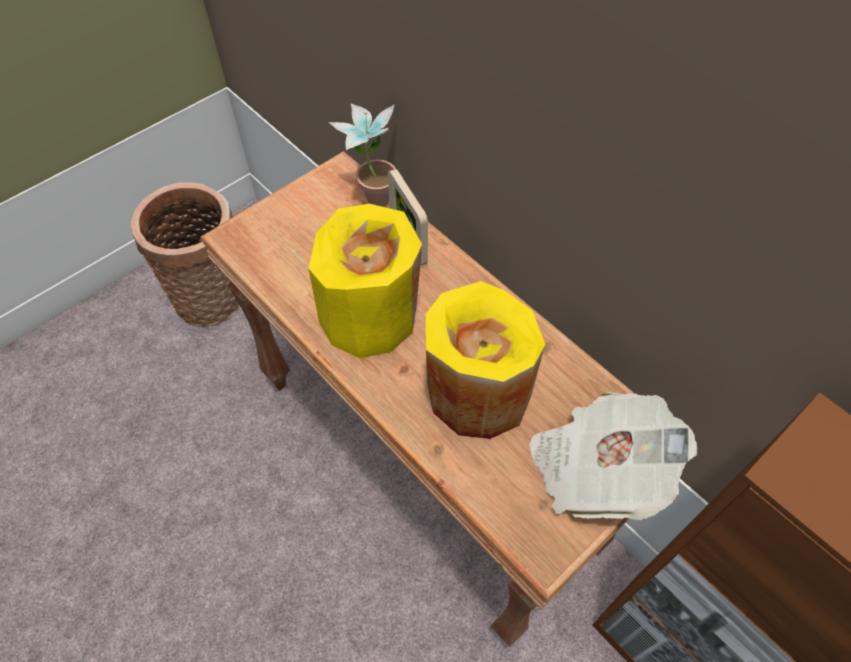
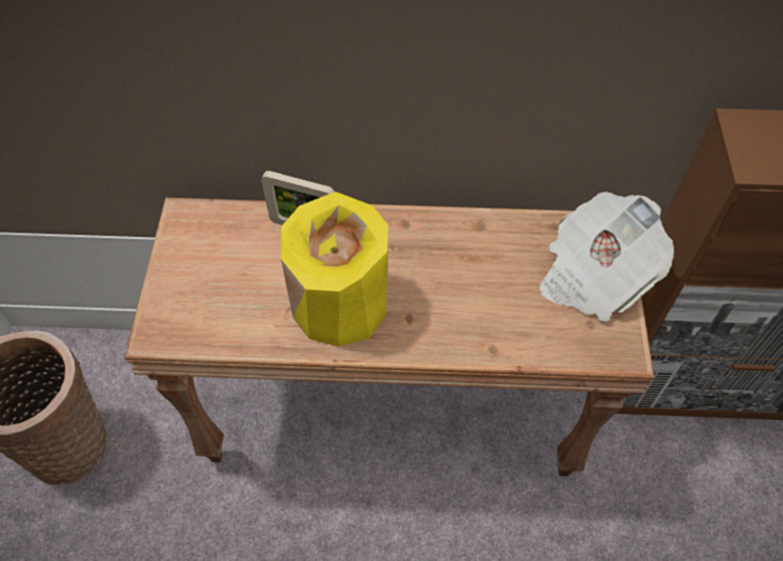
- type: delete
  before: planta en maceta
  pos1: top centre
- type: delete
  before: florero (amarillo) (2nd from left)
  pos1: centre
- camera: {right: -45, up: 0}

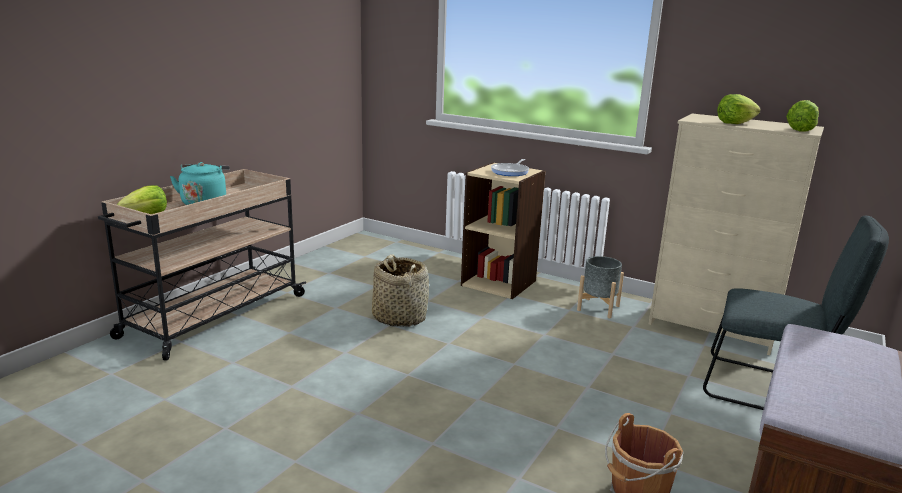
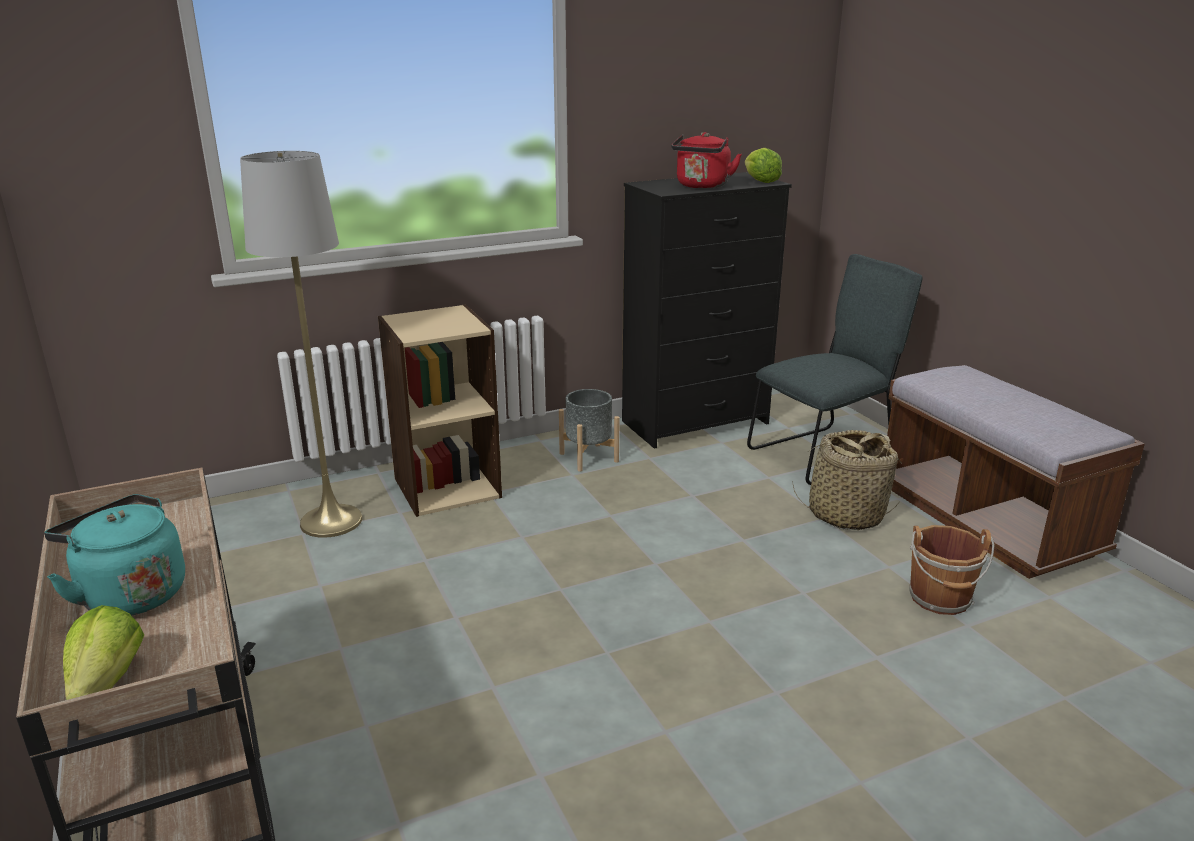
- type: delete
  before: sartén
  pos1: centre
- type: insert
  after: lámpara de pie (gris)
  pos2: middle left
- type: move
  before: cesta
  pos1: centre
  pos2: middle right
- type: replace
  before: lechuga (2nd from left)
  after: hervidor (rojo)
  pos1: top right
  pos2: top centre
- type: recolor
  before: cómoda (beis)
  after: cómoda (negro)
  pos1: middle right
  pos2: centre
- camera: {right: -55, up: 5}

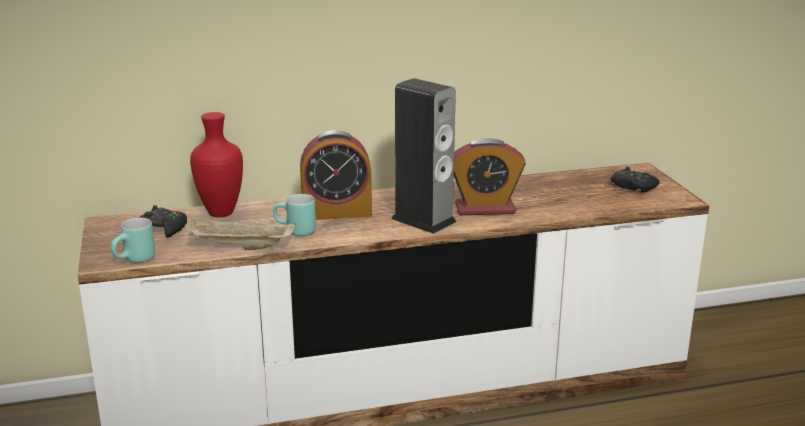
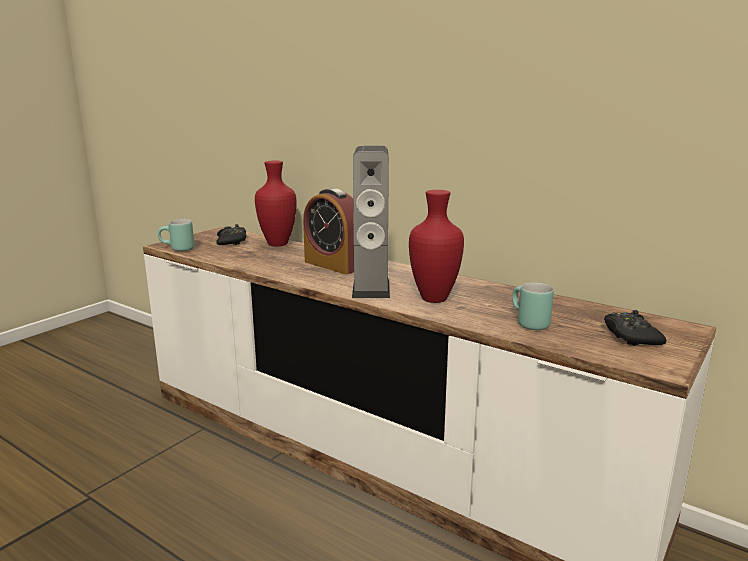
- type: delete
  before: bandeja (beis)
  pos1: middle left
- type: move
  before: taza grande (turquesa) (2nd from left)
  pos1: centre
  pos2: middle right
- type: replace
  before: despertador (2nd from left)
  after: florero (rojo) (2nd from left)
  pos1: centre
  pos2: centre
- camera: {right: 50, up: -5}

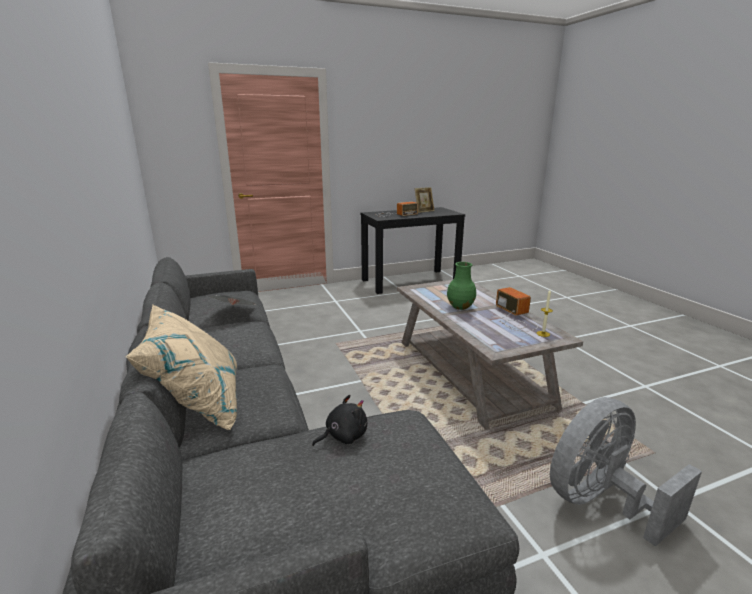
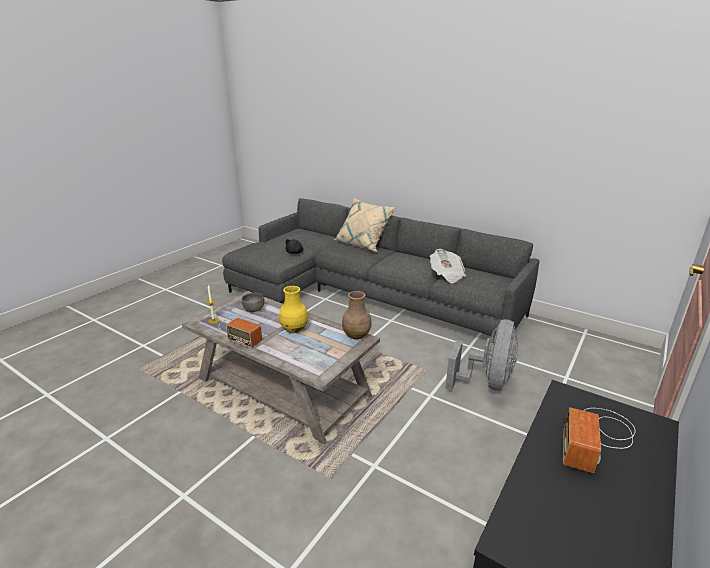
- type: delete
  before: portarretratos
  pos1: centre
- type: insert
  after: cuenco (gris)
  pos2: centre
- type: insert
  after: florero (marrón)
  pos2: centre
- type: move
  before: ventilador (gris)
  pos1: bottom right
  pos2: middle right
- type: recolor
  before: florero (verde)
  after: florero (amarillo)
  pos1: centre
  pos2: centre
- camera: {right: 145, up: 5}

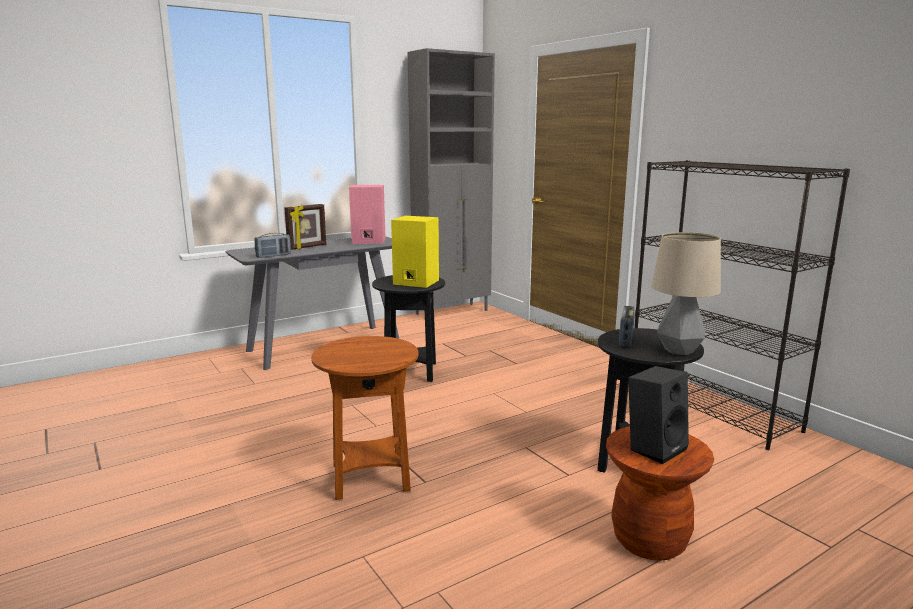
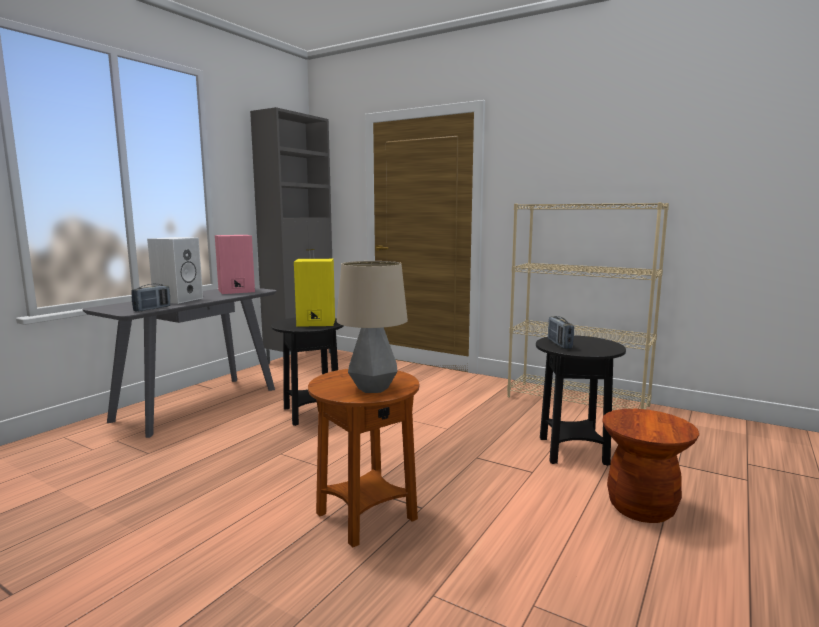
- type: delete
  before: altavoz (negro)
  pos1: bottom right
- type: move
  before: lámpara de mesa
  pos1: middle right
  pos2: centre
- type: replace
  before: portarretratos
  after: altavoz (blanco)
  pos1: centre
  pos2: middle left
- type: recolor
  before: estantería (negro)
  after: estantería (beis)
  pos1: middle right
  pos2: middle right
- camera: {right: -25, up: -5}

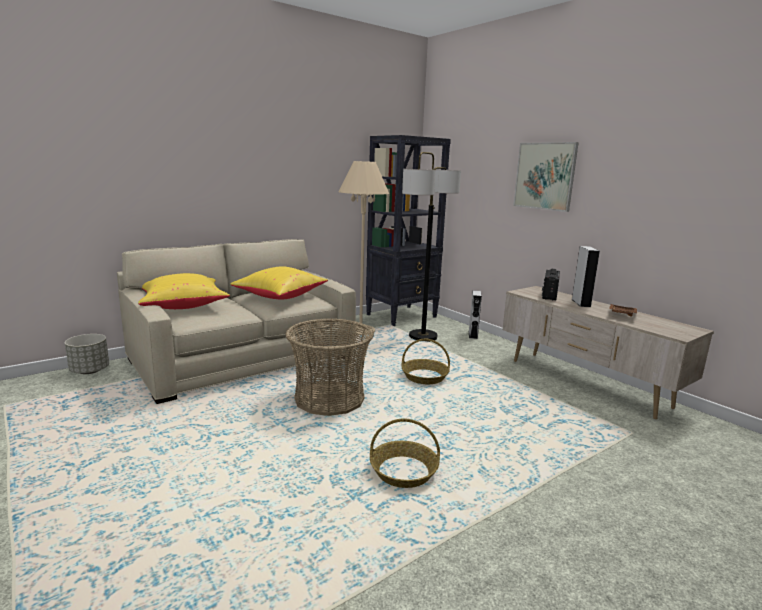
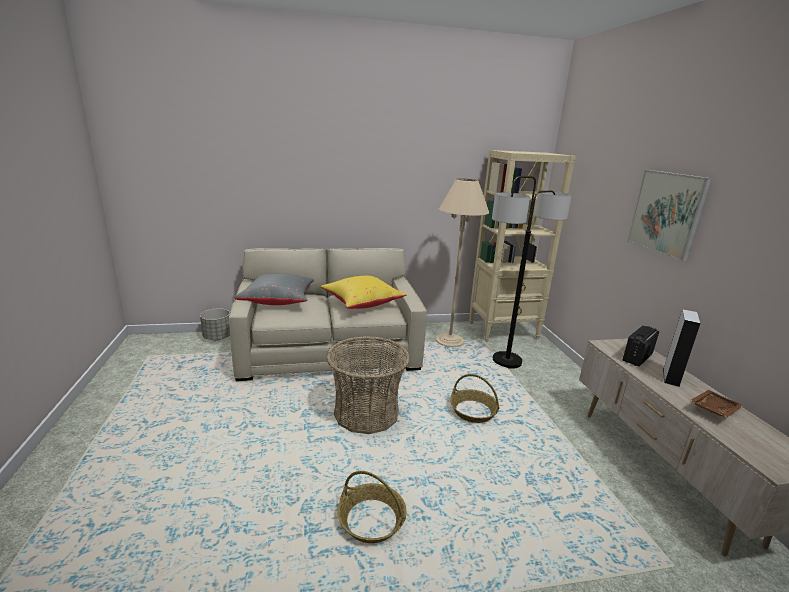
- type: delete
  before: altavoz (gris) (1st from left)
  pos1: centre
- type: recolor
  before: cojín (amarillo) (1st from left)
  after: cojín (gris)
  pos1: middle left
  pos2: centre
- type: recolor
  before: estantería (negro)
  after: estantería (beis)
  pos1: centre
  pos2: centre
- camera: {right: 25, up: 5}

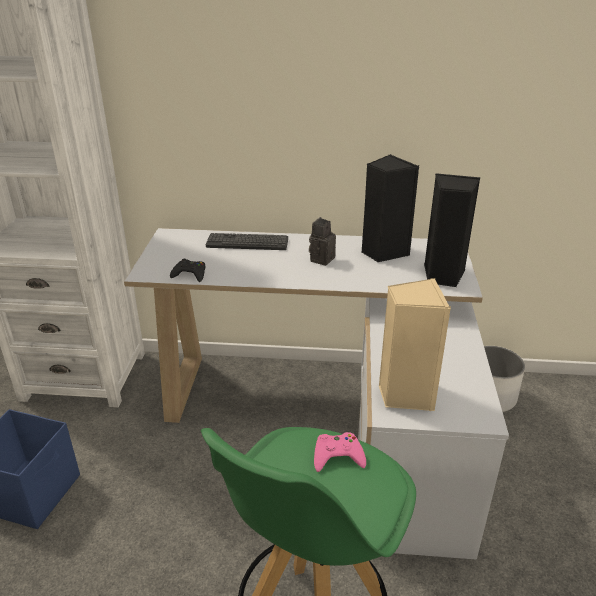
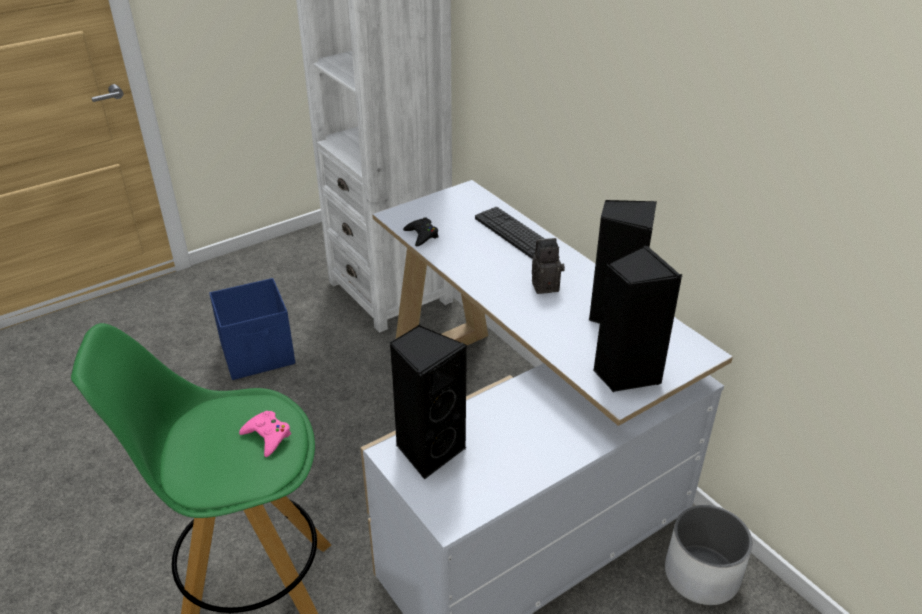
- type: recolor
  before: altavoz (beis)
  after: altavoz (negro) (1st from left)
  pos1: middle right
  pos2: centre
- camera: {right: 50, up: 5}

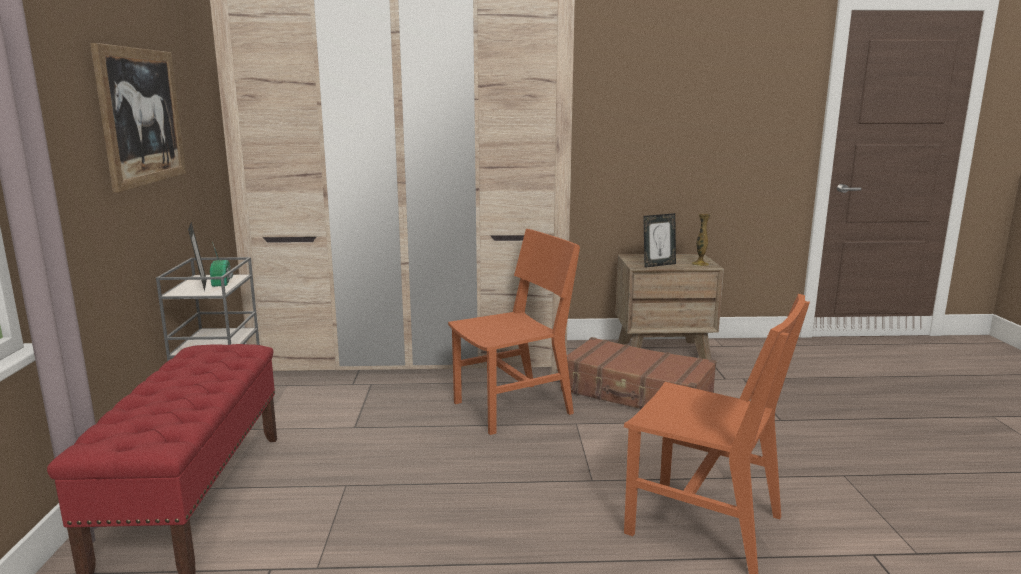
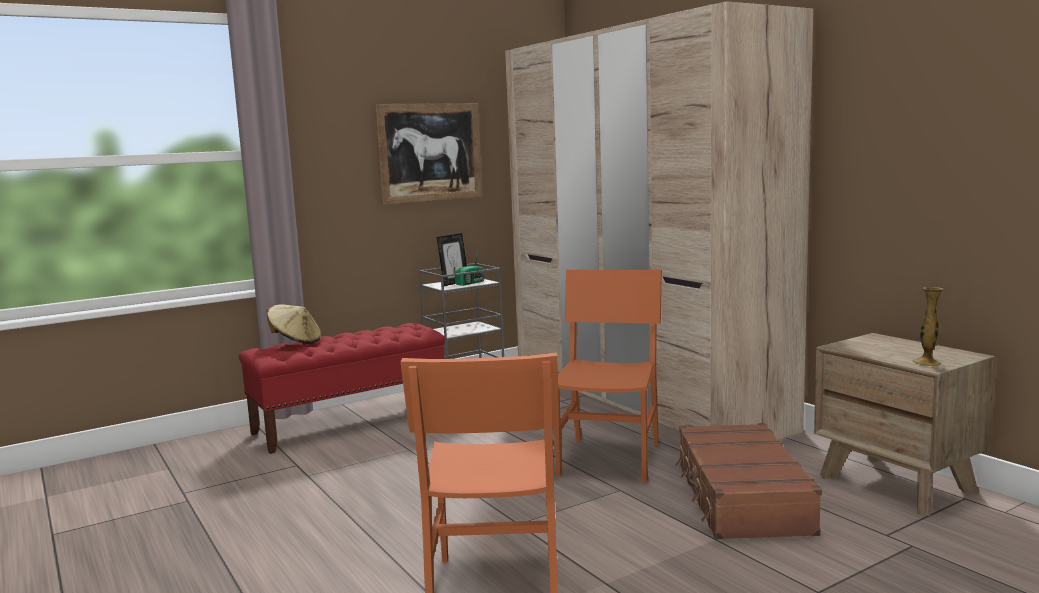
- type: delete
  before: portarretratos (2nd from left)
  pos1: centre
- type: insert
  after: sombrero (beis)
  pos2: middle left
- type: rotate
  before: silla (naranja) (1st from left in the first image)
  pos1: centre
  pos2: centre
  turn: -105
- camera: {right: 60, up: -5}

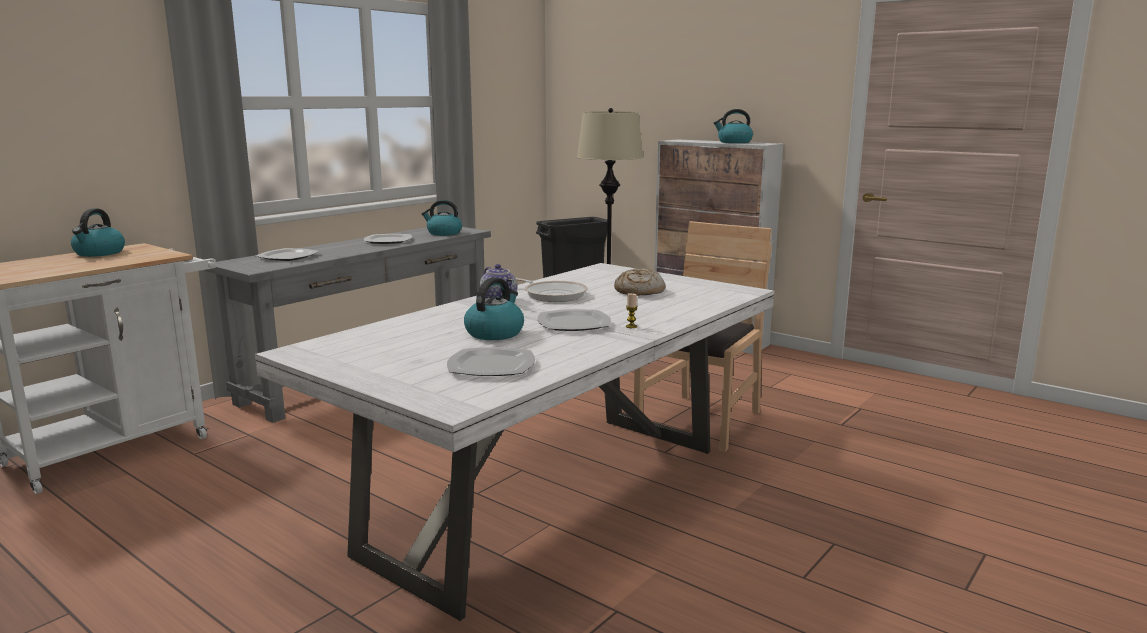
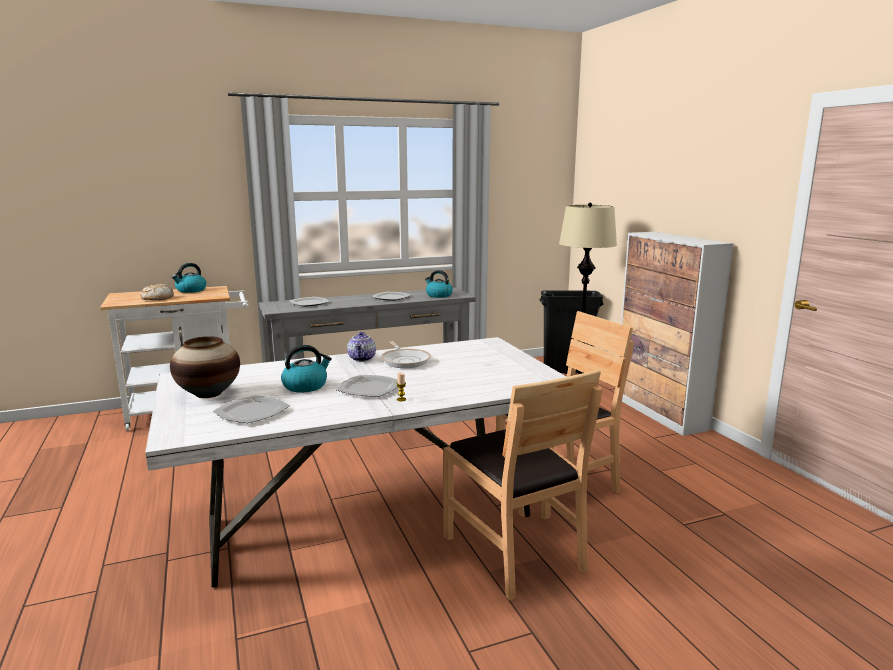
- type: delete
  before: hervidor (4th from left)
  pos1: top centre
- type: insert
  after: florero
  pos2: middle left
- type: insert
  after: silla (marrón) (1st from left)
  pos2: bottom centre
- type: move
  before: pan
  pos1: centre
  pos2: middle left
- camera: {right: 30, up: 0}

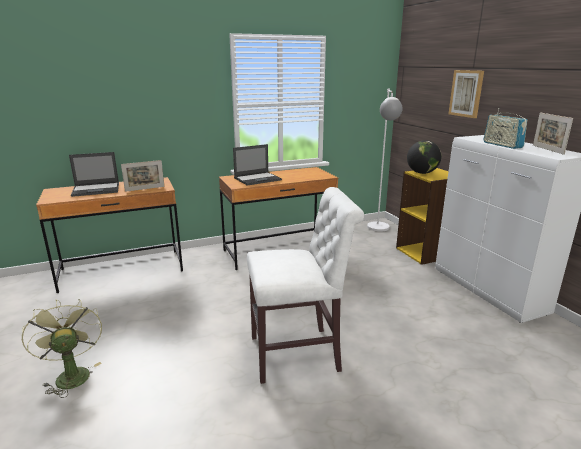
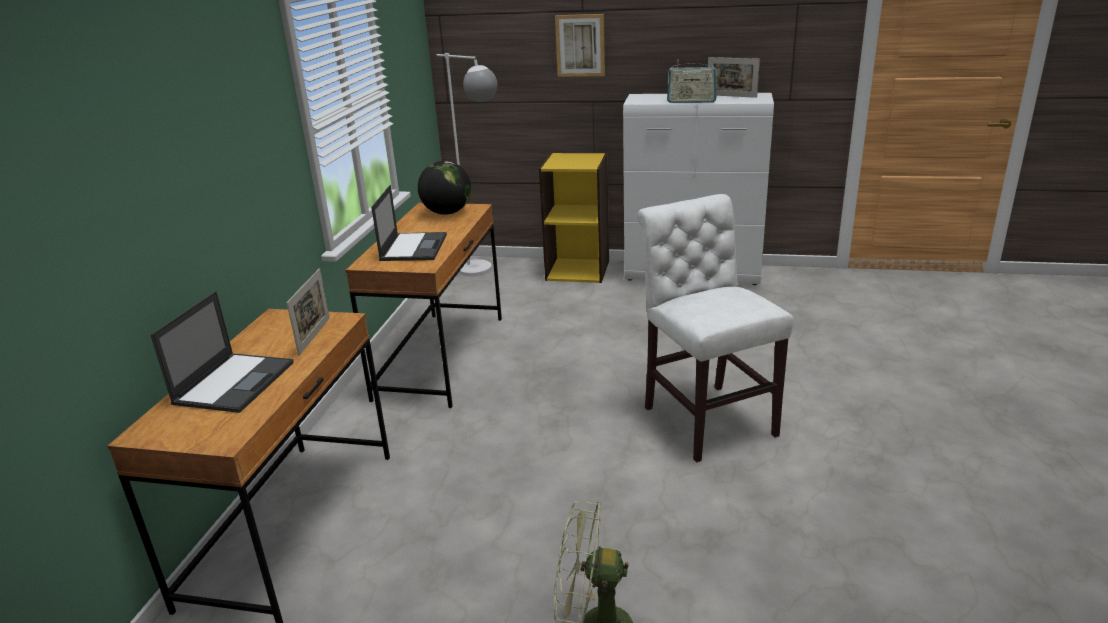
- type: move
  before: globo terráqueo
  pos1: middle right
  pos2: top centre
- type: rotate
  before: silla (blanco)
  pos1: centre
  pos2: centre
  turn: -45
- camera: {right: -55, up: 5}

